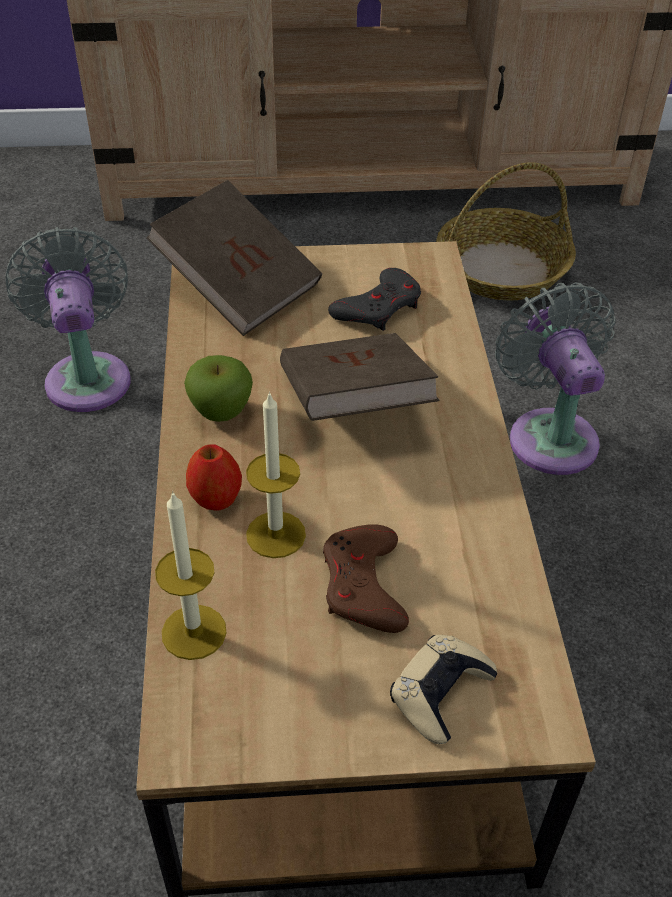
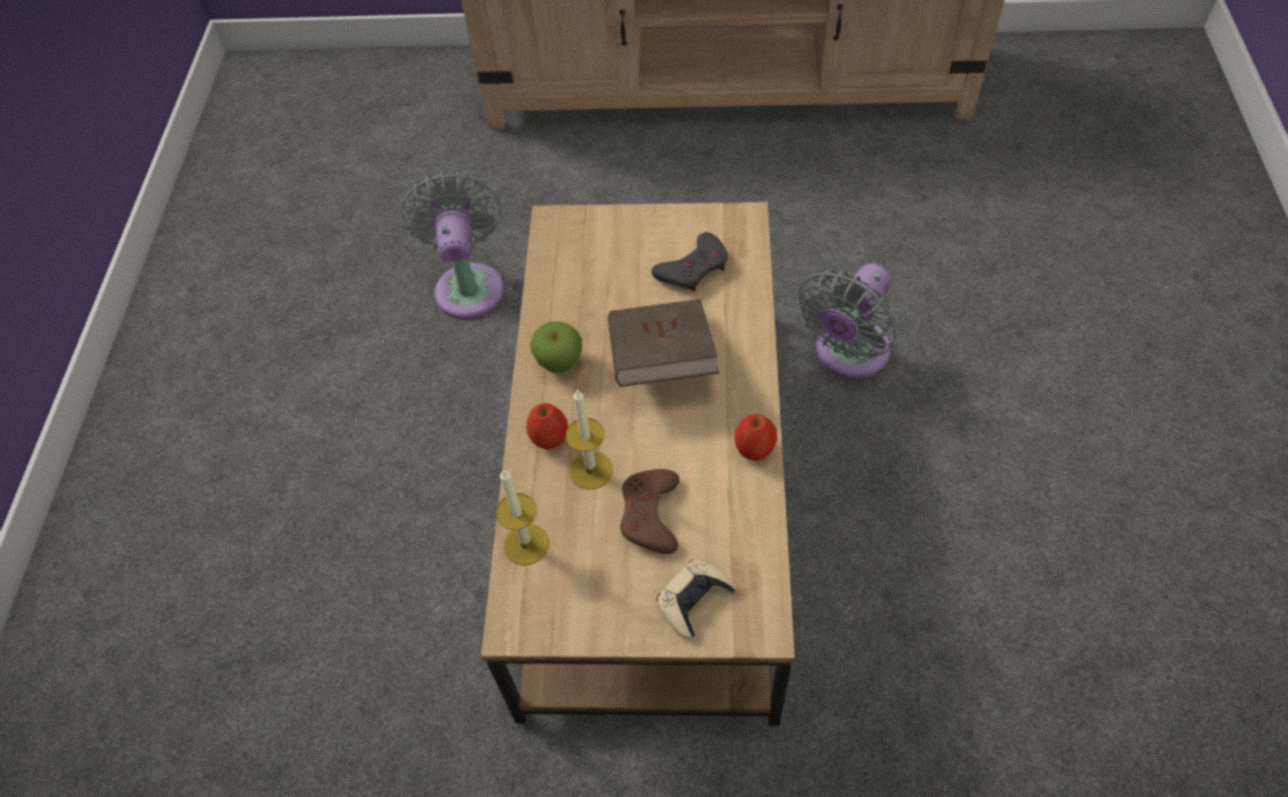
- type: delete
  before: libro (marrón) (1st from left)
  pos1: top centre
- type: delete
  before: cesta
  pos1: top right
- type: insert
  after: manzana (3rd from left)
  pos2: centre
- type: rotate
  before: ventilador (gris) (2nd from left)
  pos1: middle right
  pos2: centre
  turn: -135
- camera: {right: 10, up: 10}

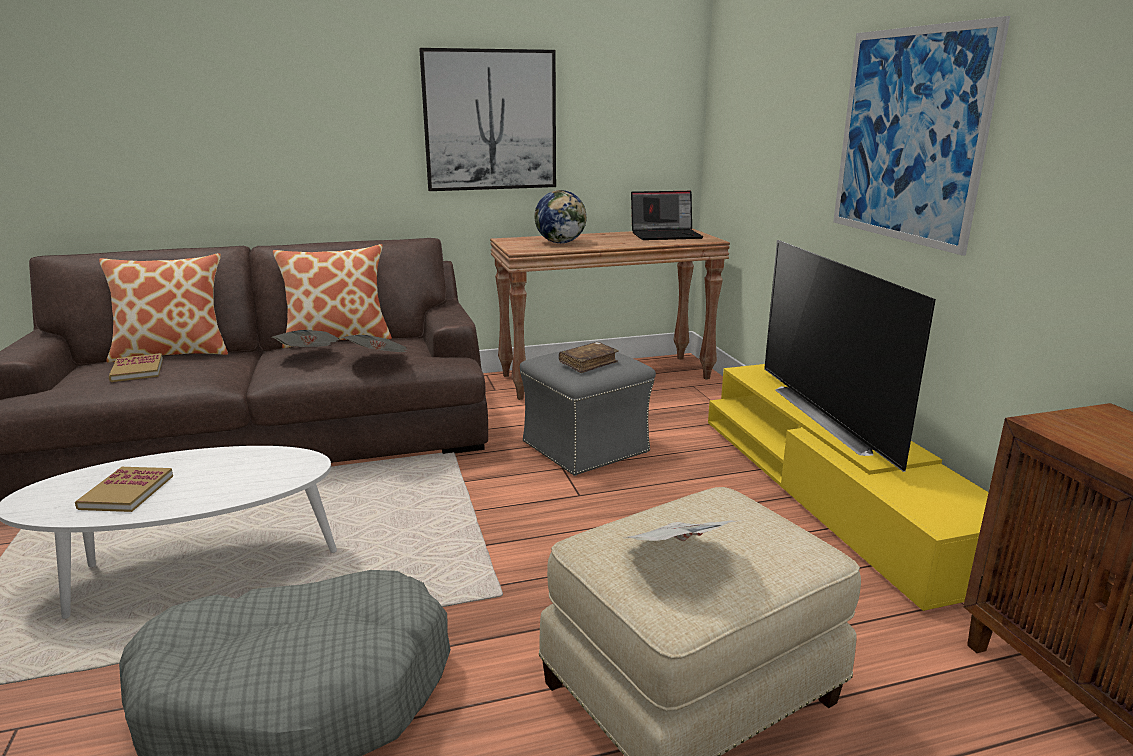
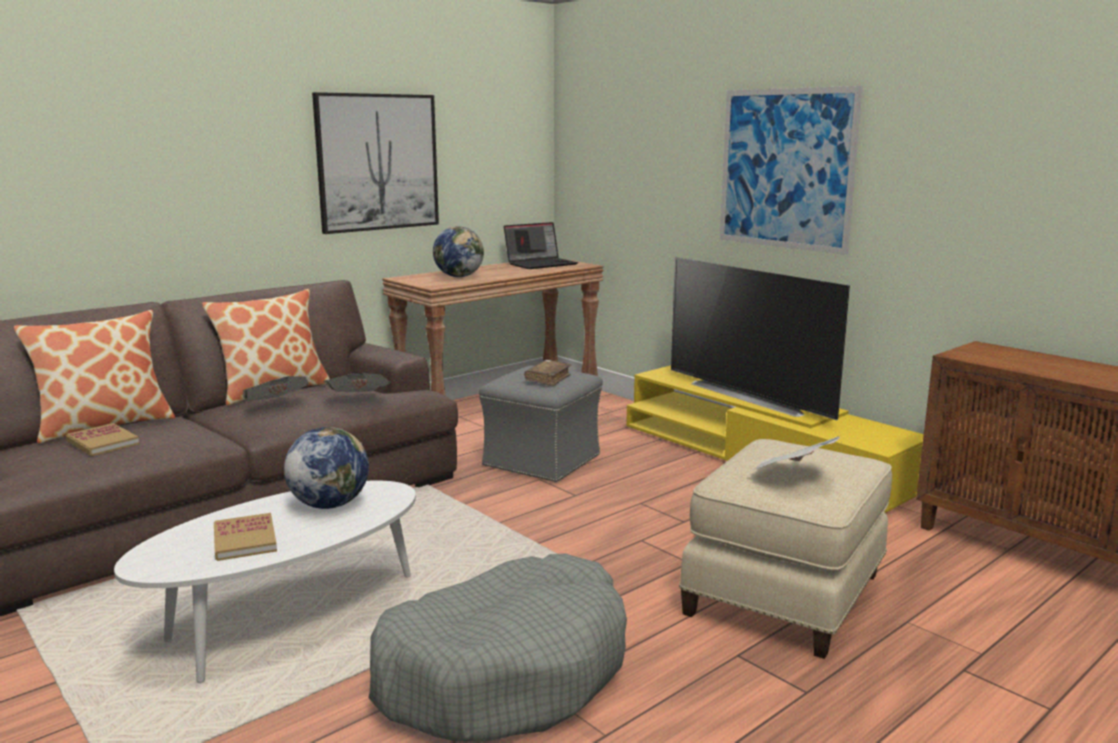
- type: insert
  after: globo terráqueo (1st from left)
  pos2: middle left
- camera: {right: -25, up: -5}

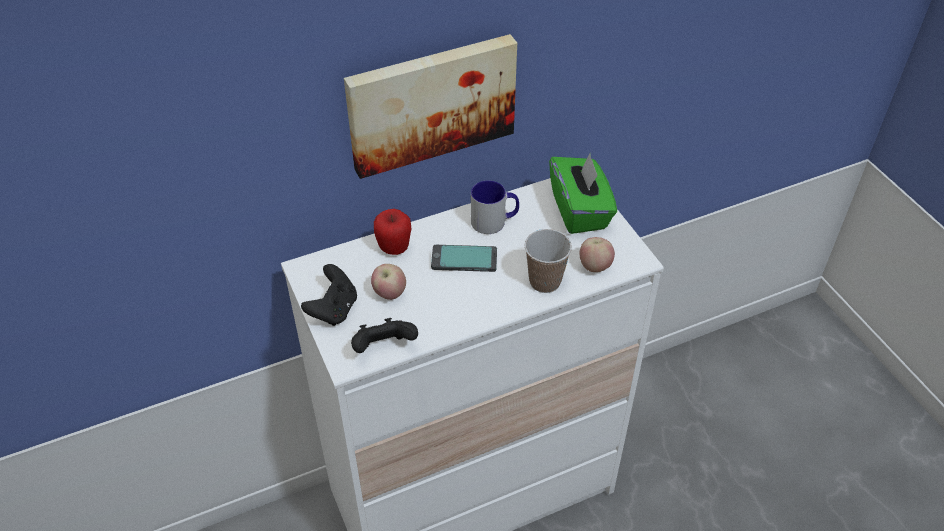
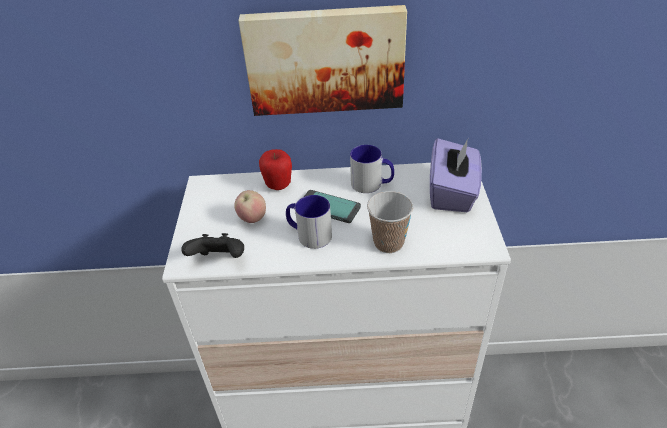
- type: delete
  before: mando de consola (negro) (1st from left)
  pos1: centre
- type: delete
  before: manzana (3rd from left)
  pos1: centre
- type: insert
  after: taza grande (1st from left)
  pos2: centre
- type: recolor
  before: caja de pañuelos (verde)
  after: caja de pañuelos (morado)
  pos1: centre
  pos2: middle right
- camera: {right: 25, up: -5}

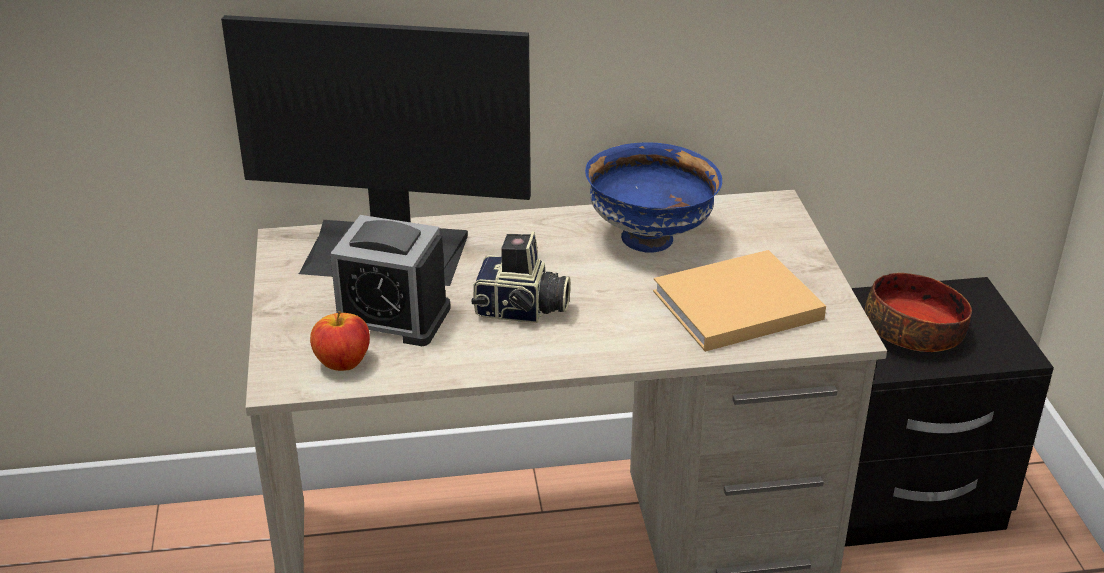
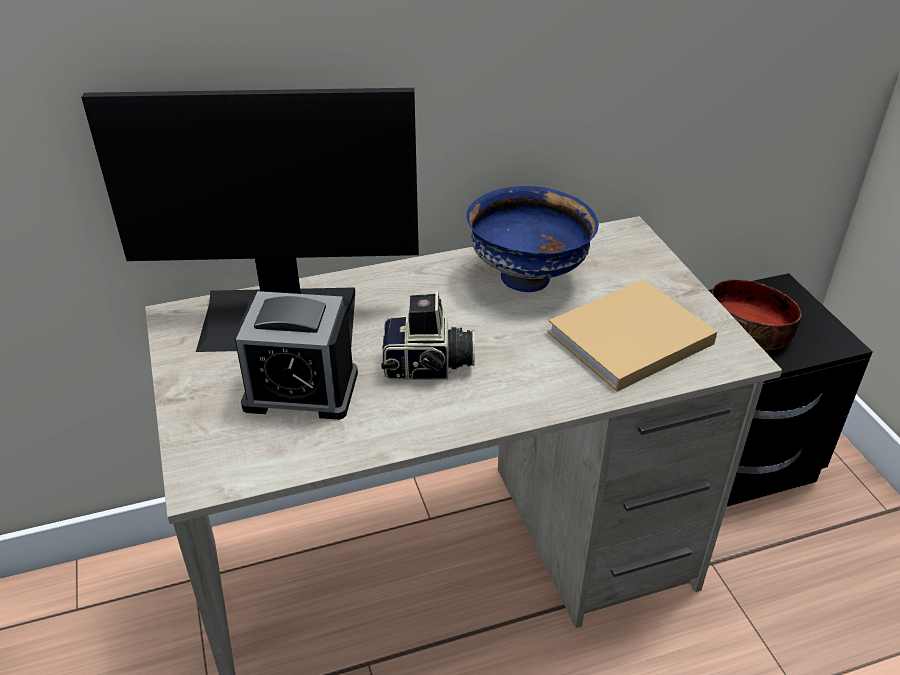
- type: delete
  before: manzana
  pos1: middle left
- camera: {right: -10, up: 5}

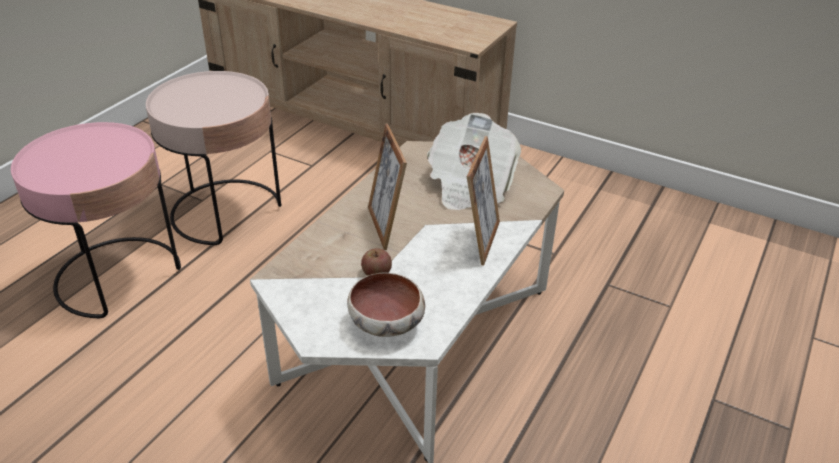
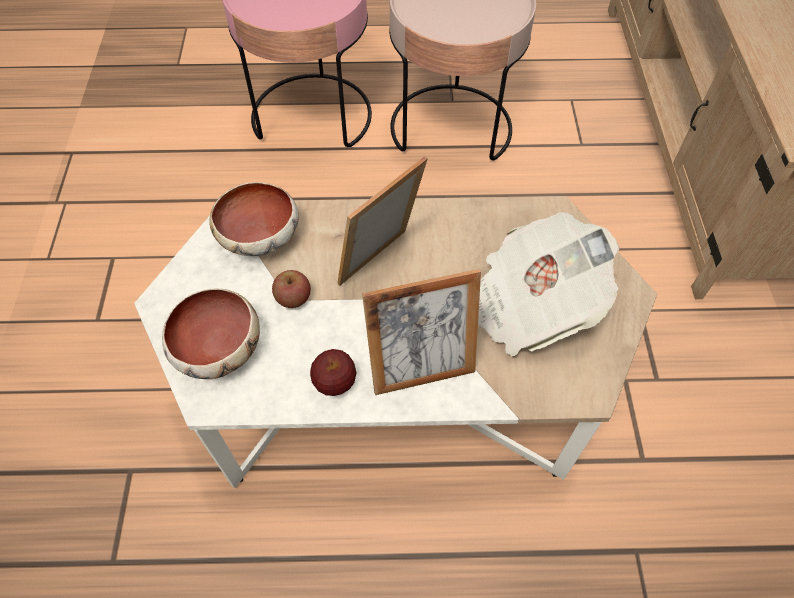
- type: insert
  after: cuenco (2nd from left)
  pos2: middle left
- type: insert
  after: manzana (2nd from left)
  pos2: centre
- camera: {right: 60, up: 20}

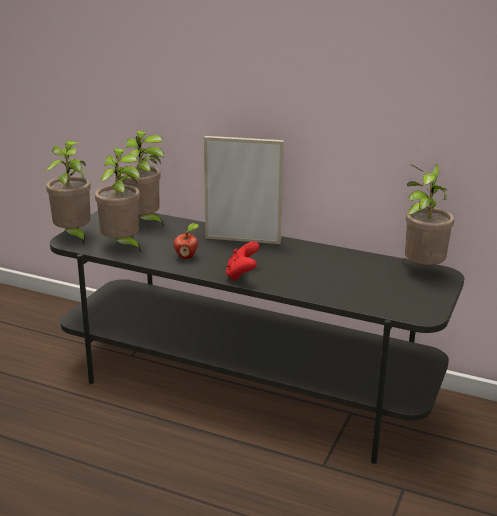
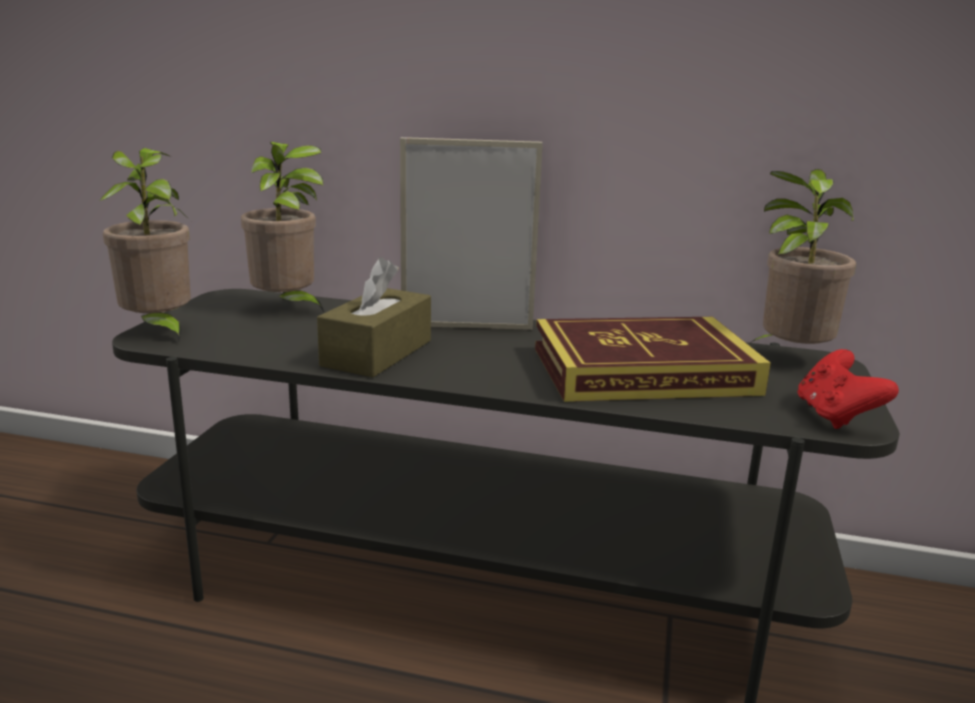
- type: delete
  before: planta en maceta (2nd from left)
  pos1: middle left
- type: insert
  after: libro
  pos2: middle right
- type: move
  before: mando de consola (rojo)
  pos1: centre
  pos2: middle right
- type: replace
  before: manzana
  after: caja de pañuelos (marrón)
  pos1: centre
  pos2: centre
- camera: {right: -10, up: -5}

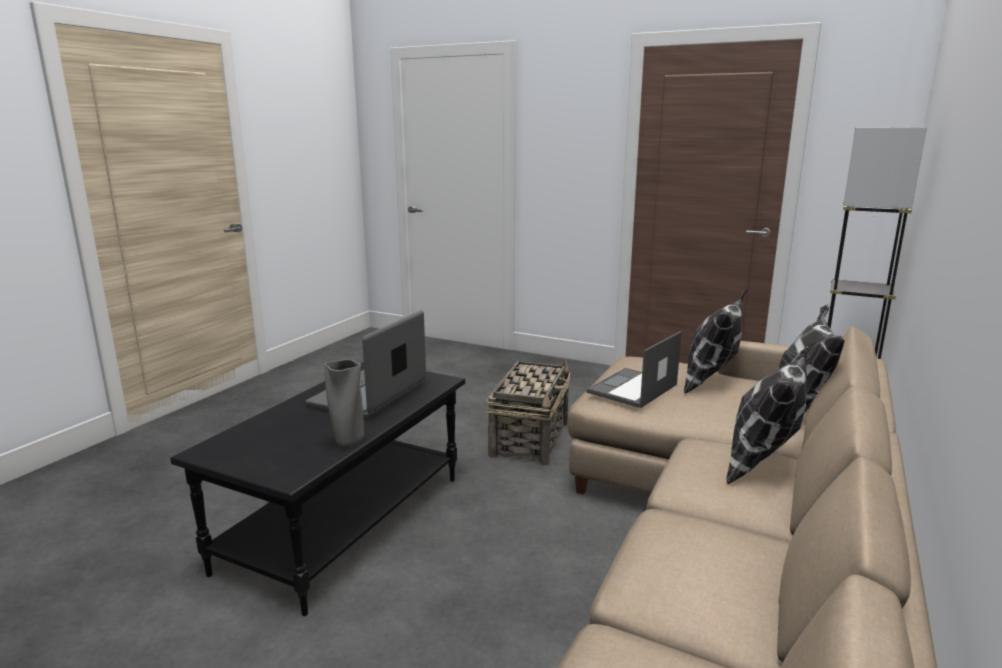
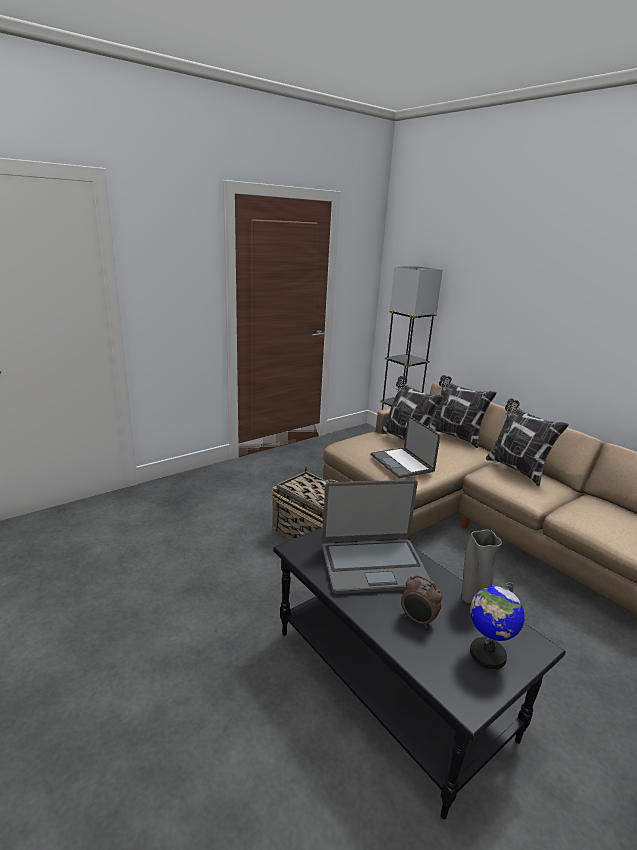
- type: insert
  after: despertador
  pos2: bottom centre
- type: insert
  after: globo terráqueo
  pos2: bottom right
- type: rotate
  before: portátil (1st from left)
  pos1: centre
  pos2: centre
  turn: -60
- camera: {right: -65, up: 5}

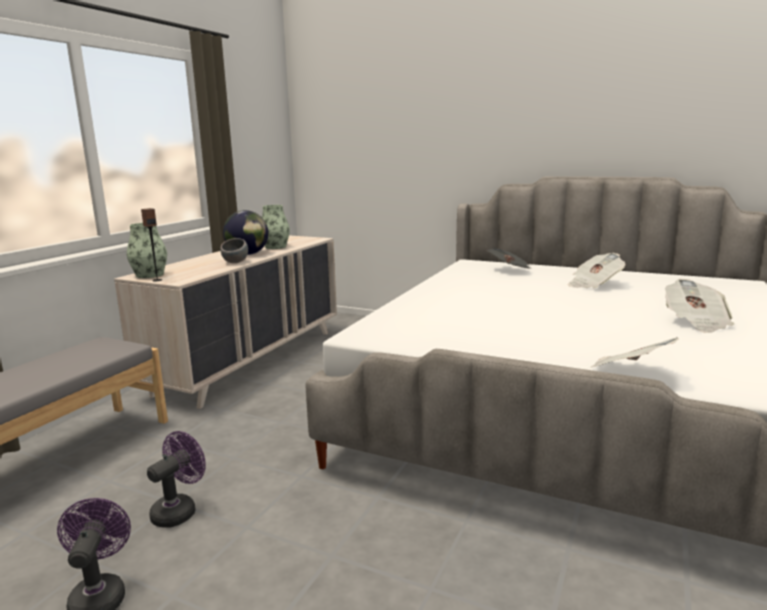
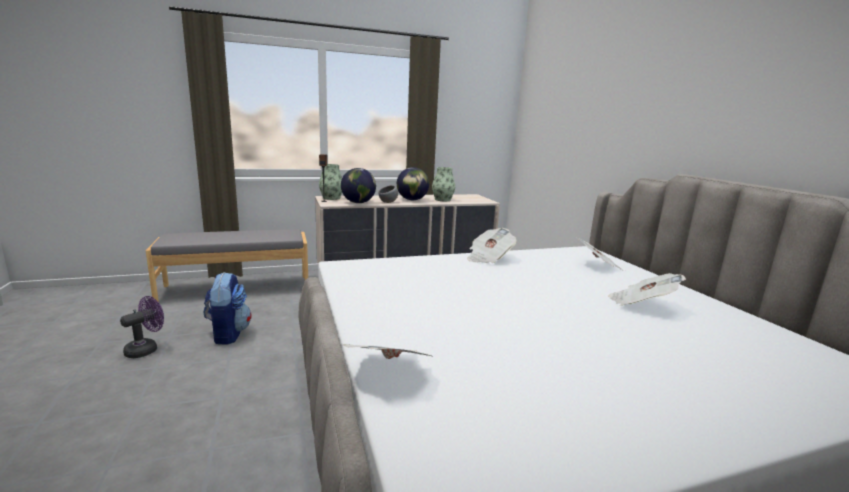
- type: insert
  after: globo terráqueo (1st from left)
  pos2: centre
- type: move
  before: periódico (4th from left in the first image)
  after: periódico (2nd from left)
  pos1: middle right
  pos2: centre
- type: replace
  before: ventilador (morado) (2nd from left)
  after: mochila
  pos1: bottom left
  pos2: middle left
- camera: {right: 45, up: 0}

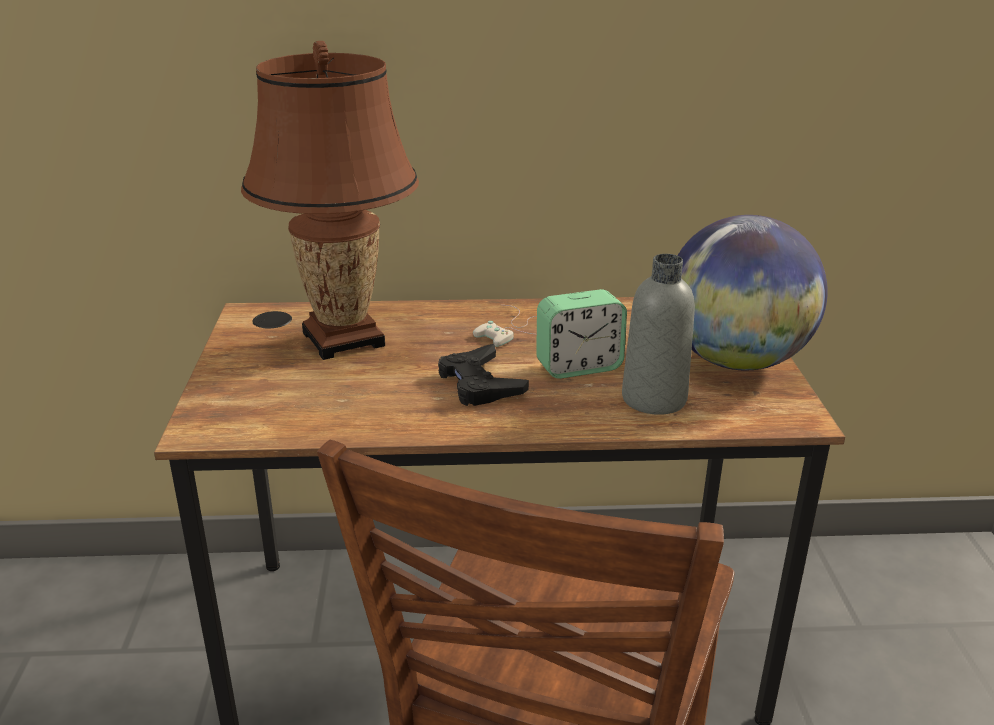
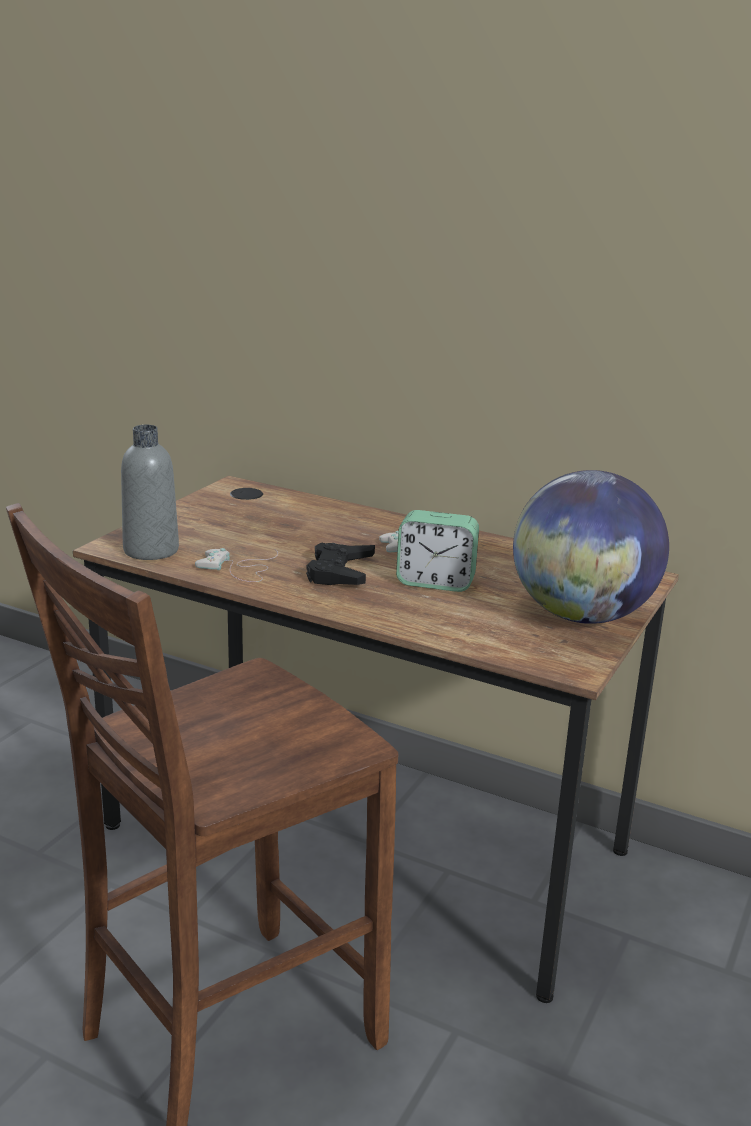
- type: delete
  before: lámpara de mesa (marrón)
  pos1: top left
- type: insert
  after: mando de consola (blanco) (1st from left)
  pos2: middle left
- type: move
  before: botella (gris)
  pos1: centre
  pos2: middle left
- camera: {right: 30, up: -5}

